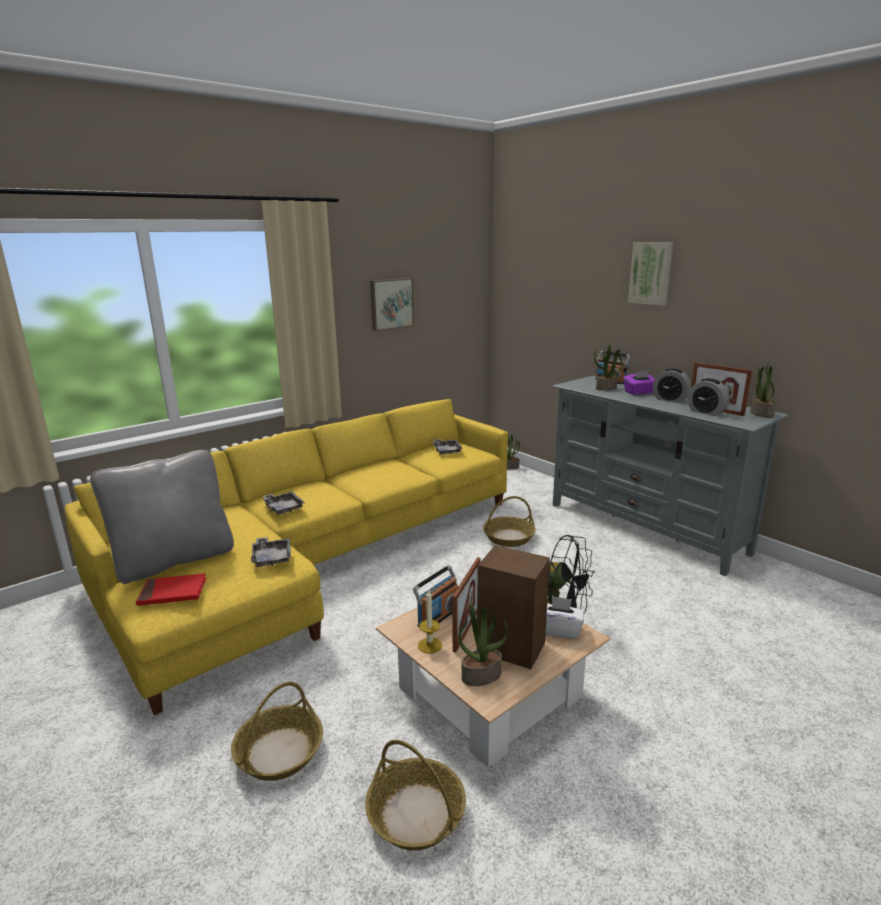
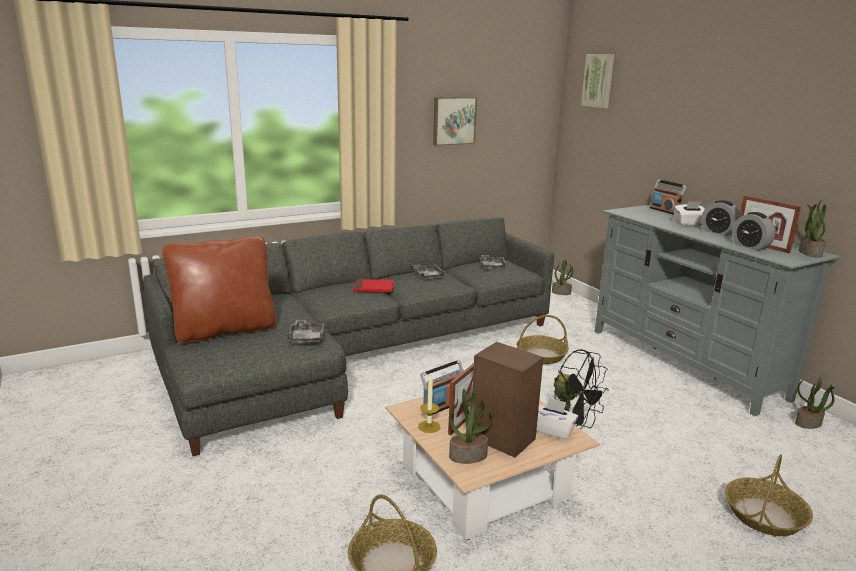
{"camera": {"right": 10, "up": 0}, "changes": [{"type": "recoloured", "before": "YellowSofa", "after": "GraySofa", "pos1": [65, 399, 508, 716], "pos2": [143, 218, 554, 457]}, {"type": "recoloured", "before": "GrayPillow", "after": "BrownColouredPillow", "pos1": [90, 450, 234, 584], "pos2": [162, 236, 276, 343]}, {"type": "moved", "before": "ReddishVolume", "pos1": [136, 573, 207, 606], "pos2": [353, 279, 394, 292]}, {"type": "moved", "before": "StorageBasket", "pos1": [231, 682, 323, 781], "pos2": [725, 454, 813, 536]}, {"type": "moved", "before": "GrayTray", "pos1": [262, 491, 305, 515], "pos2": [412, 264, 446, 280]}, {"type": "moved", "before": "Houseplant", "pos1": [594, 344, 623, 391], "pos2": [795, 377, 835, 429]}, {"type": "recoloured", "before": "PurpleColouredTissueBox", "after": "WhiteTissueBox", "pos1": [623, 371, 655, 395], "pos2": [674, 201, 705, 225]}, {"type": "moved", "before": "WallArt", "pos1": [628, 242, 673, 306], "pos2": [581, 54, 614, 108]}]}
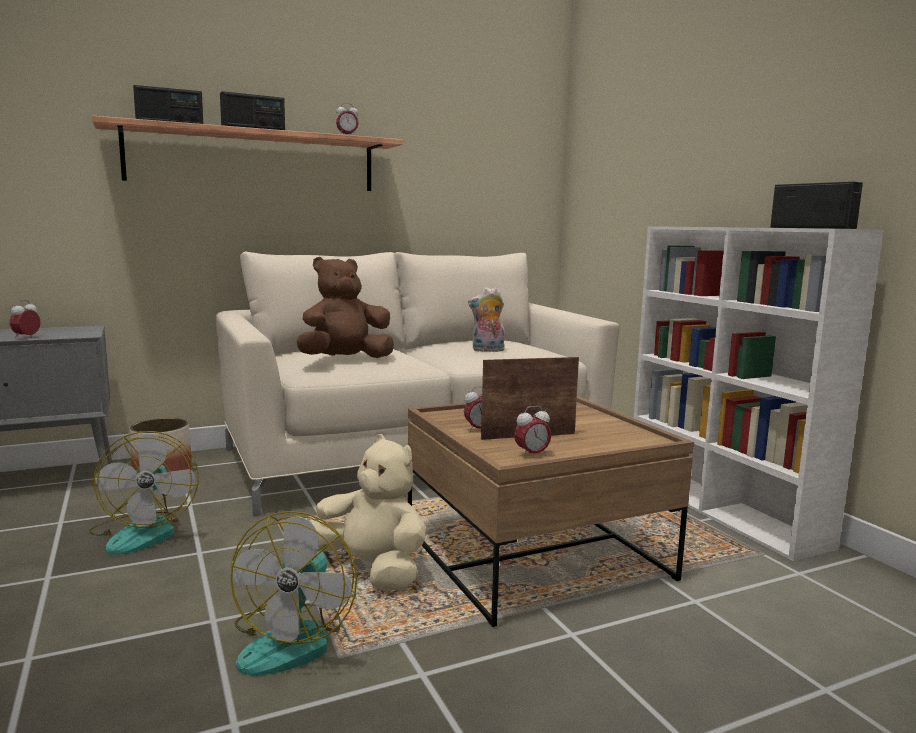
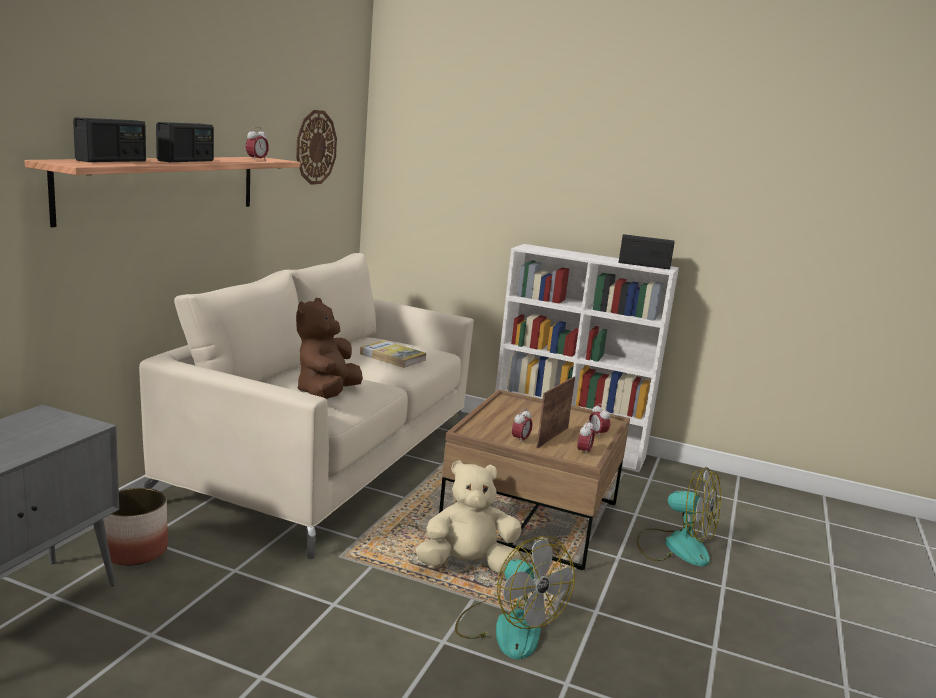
{"camera": {"right": -45, "up": 5}, "changes": [{"type": "moved", "before": "AlarmClock", "pos1": [9, 300, 41, 339], "pos2": [589, 404, 610, 438]}, {"type": "moved", "before": "CoolingFan", "pos1": [89, 431, 199, 555], "pos2": [637, 467, 721, 566]}, {"type": "replaced", "before": "SoftToy", "after": "Volume", "pos1": [468, 287, 505, 352], "pos2": [360, 340, 427, 368]}, {"type": "added", "after": "HangingClock", "pos2": [296, 110, 337, 185]}]}
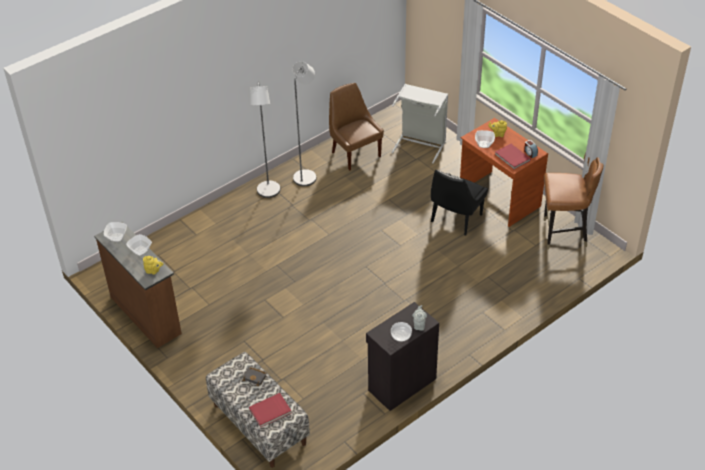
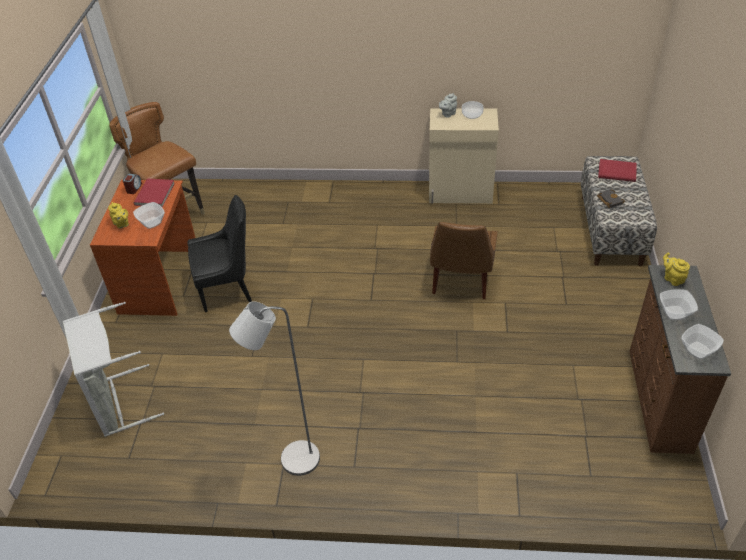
{"camera": {"right": -135, "up": 0}, "changes": [{"type": "removed", "before": "GrayStandardLamp", "pos1": [250, 81, 280, 198]}, {"type": "moved", "before": "BrownColouredPlainChair", "pos1": [329, 83, 384, 171], "pos2": [430, 222, 498, 300]}, {"type": "recoloured", "before": "BlackColouredStorageCabinet", "after": "SandColouredStorageCabinet", "pos1": [366, 302, 439, 411], "pos2": [429, 108, 499, 204]}]}
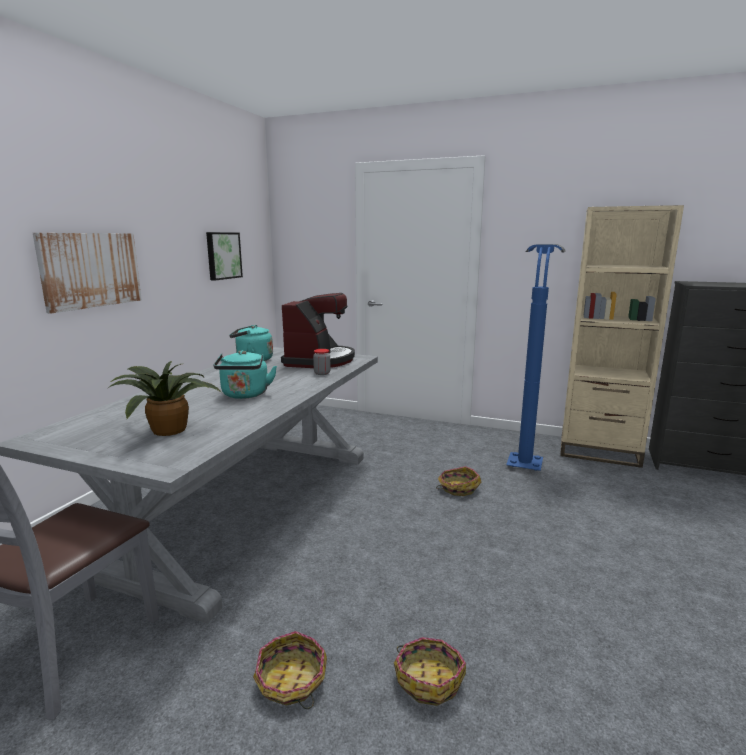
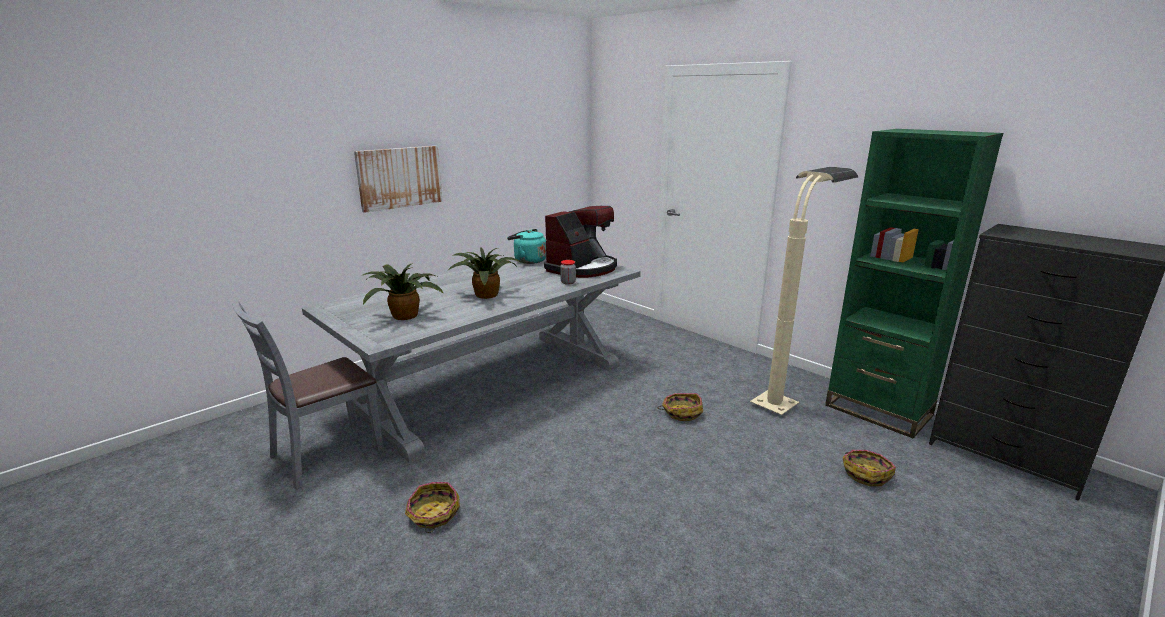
{"camera": {"right": 25, "up": 5}, "changes": [{"type": "removed", "before": "WallArt", "pos1": [206, 232, 243, 280]}, {"type": "replaced", "before": "BlueGreenTeaKettle", "after": "Houseplant", "pos1": [214, 350, 277, 399], "pos2": [448, 247, 520, 299]}, {"type": "moved", "before": "StorageBasket", "pos1": [394, 637, 466, 706], "pos2": [842, 450, 896, 486]}, {"type": "recoloured", "before": "BlueColouredStandardLamp", "after": "SandColouredStandardLamp", "pos1": [506, 244, 565, 471], "pos2": [750, 167, 858, 415]}, {"type": "recoloured", "before": "SandColouredShelvingUnit", "after": "GreenColouredShelvingUnit", "pos1": [560, 205, 684, 468], "pos2": [825, 129, 1003, 438]}]}
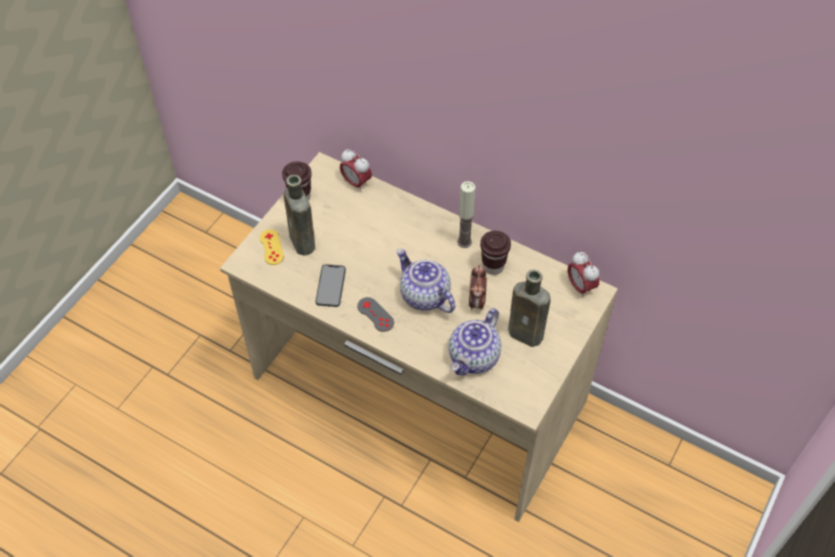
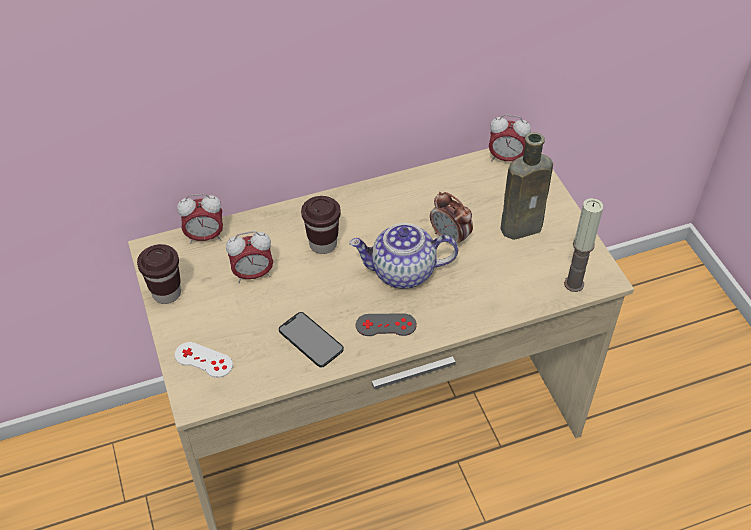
{"camera": {"right": -50, "up": -5}, "changes": [{"type": "recoloured", "before": "YellowJoypad", "after": "WhiteJoypad", "pos1": [260, 229, 284, 265], "pos2": [175, 342, 233, 378]}, {"type": "removed", "before": "BrownColouredBottle", "pos1": [283, 175, 315, 255]}, {"type": "removed", "before": "Teapot", "pos1": [449, 308, 501, 375]}, {"type": "moved", "before": "WaxCandle", "pos1": [457, 181, 475, 248], "pos2": [564, 198, 603, 292]}, {"type": "moved", "before": "BrownColouredDrinkingCup", "pos1": [480, 231, 511, 275], "pos2": [301, 196, 341, 254]}, {"type": "added", "after": "AlarmClock", "pos2": [226, 231, 273, 283]}]}
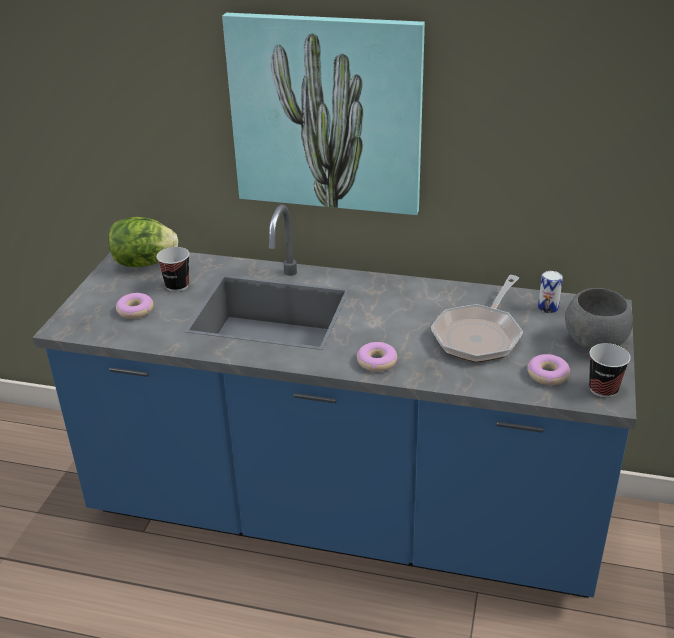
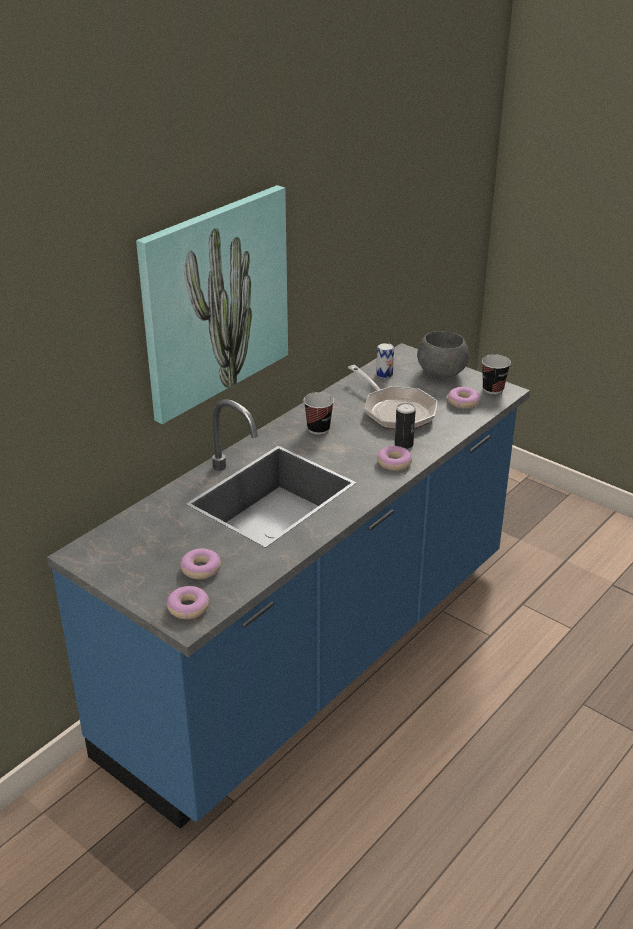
{"camera": {"right": -65, "up": 0}, "changes": [{"type": "removed", "before": "LettuceHead", "pos1": [109, 217, 178, 267]}, {"type": "moved", "before": "DrinkingCup", "pos1": [157, 247, 190, 292], "pos2": [303, 392, 334, 434]}, {"type": "added", "after": "Doughnut", "pos2": [166, 586, 210, 619]}, {"type": "added", "after": "MetalCan", "pos2": [395, 403, 416, 449]}]}
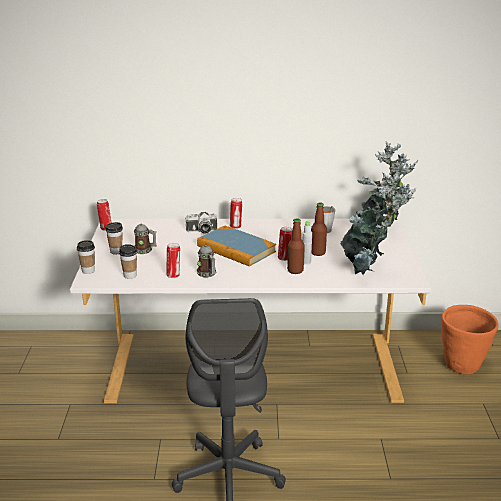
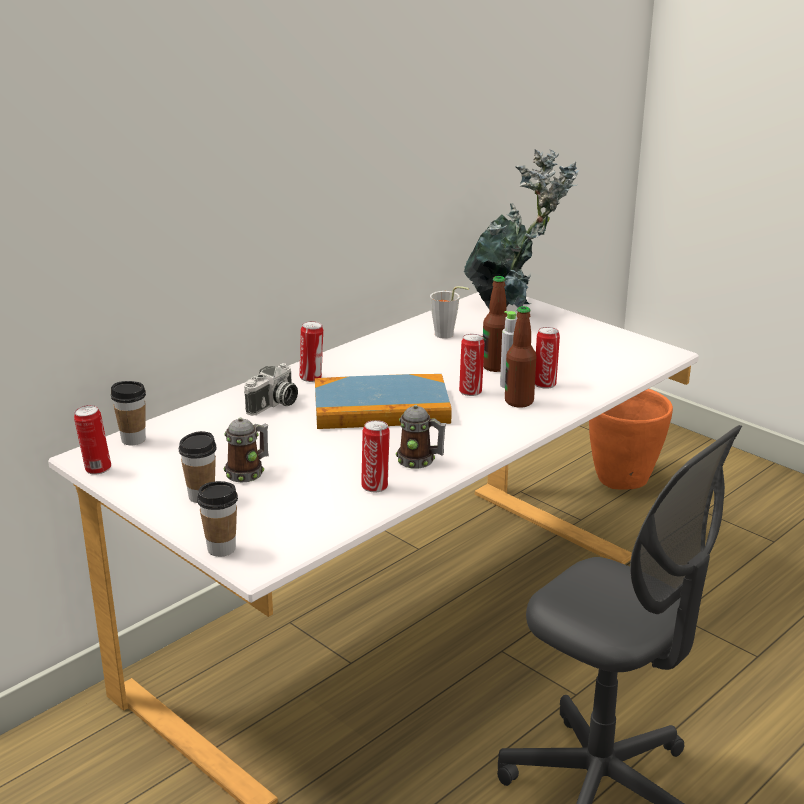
{"camera": {"right": -45, "up": 0}, "changes": [{"type": "moved", "before": "DrinkingCup", "pos1": [119, 244, 137, 279], "pos2": [111, 381, 146, 445]}, {"type": "removed", "before": "Houseplant", "pos1": [340, 173, 416, 275]}, {"type": "added", "after": "MetalCan", "pos2": [535, 327, 560, 389]}]}
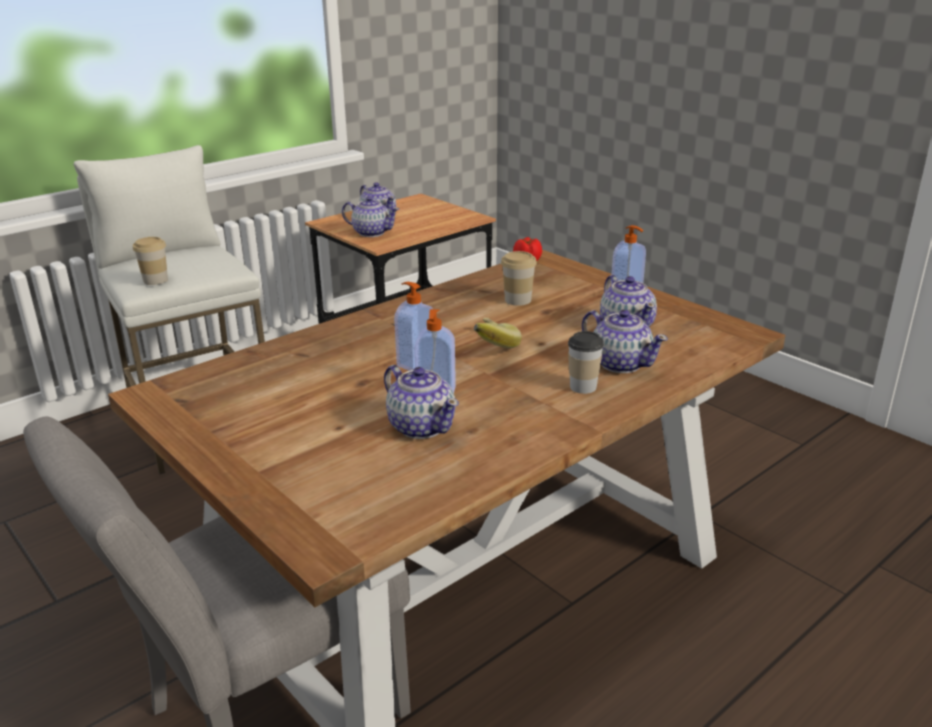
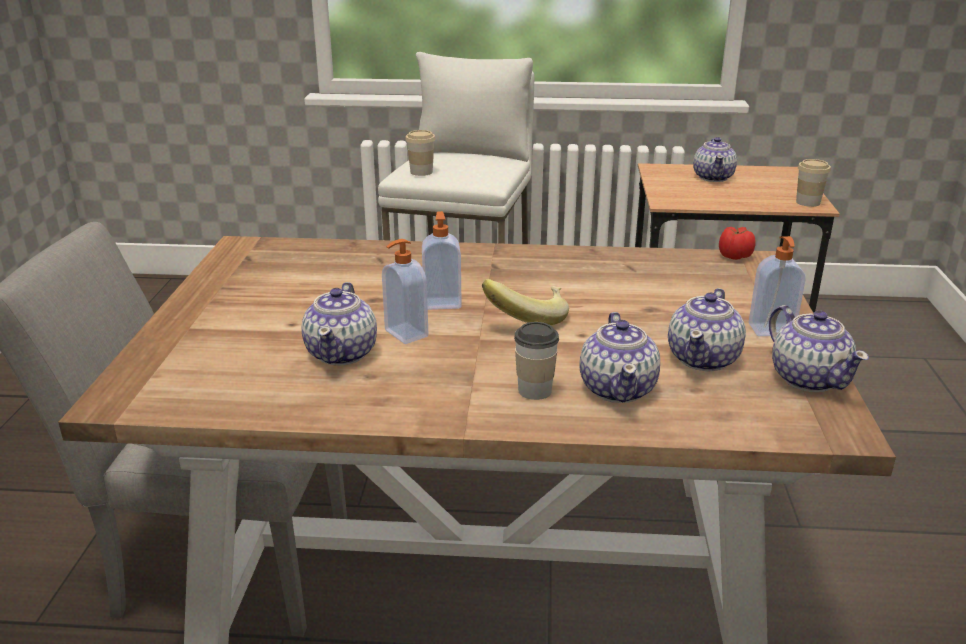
{"camera": {"right": 45, "up": 0}, "changes": [{"type": "moved", "before": "Teapot", "pos1": [342, 196, 399, 237], "pos2": [769, 305, 869, 392]}, {"type": "moved", "before": "DrinkingCup", "pos1": [501, 251, 537, 306], "pos2": [796, 159, 831, 207]}]}
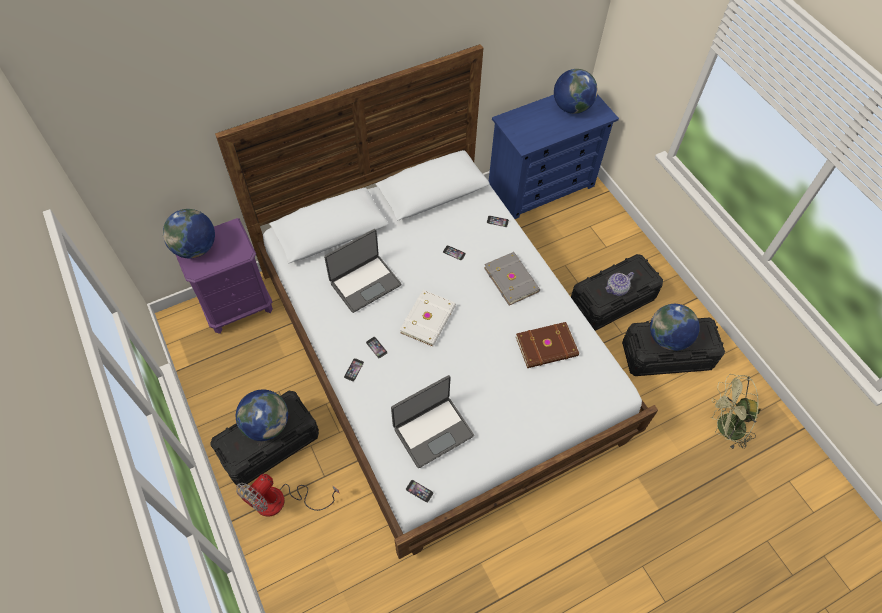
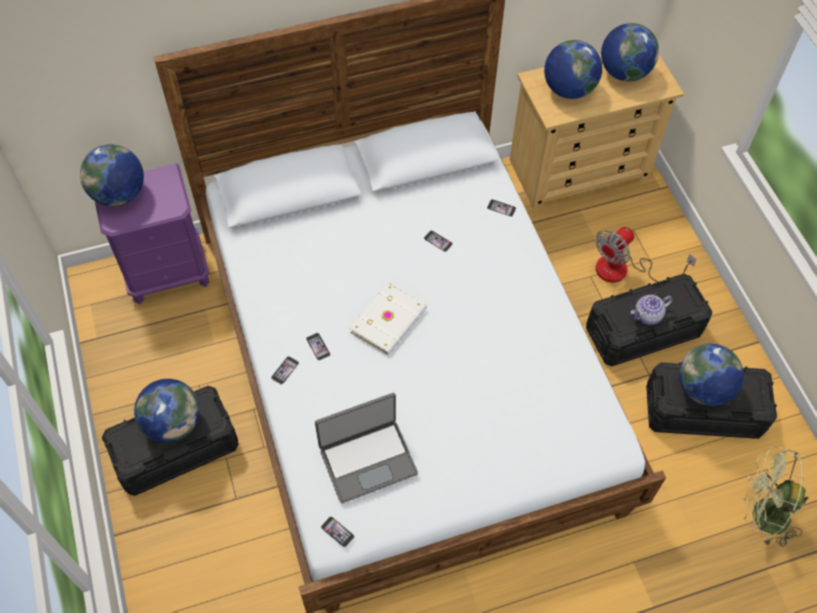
{"camera": {"right": 10, "up": 0}, "changes": [{"type": "moved", "before": "CoolingFan", "pos1": [236, 474, 340, 517], "pos2": [595, 227, 697, 282]}, {"type": "removed", "before": "NotebookComputer", "pos1": [324, 229, 402, 313]}, {"type": "removed", "before": "GrayVolume", "pos1": [484, 252, 540, 306]}, {"type": "recoloured", "before": "BlueColouredChestOfDrawers", "after": "SandColouredChestOfDrawers", "pos1": [489, 94, 619, 219], "pos2": [510, 54, 684, 209]}, {"type": "removed", "before": "BrownColouredVolume", "pos1": [516, 322, 579, 368]}, {"type": "added", "after": "DeskGlobe", "pos2": [544, 40, 602, 99]}]}
